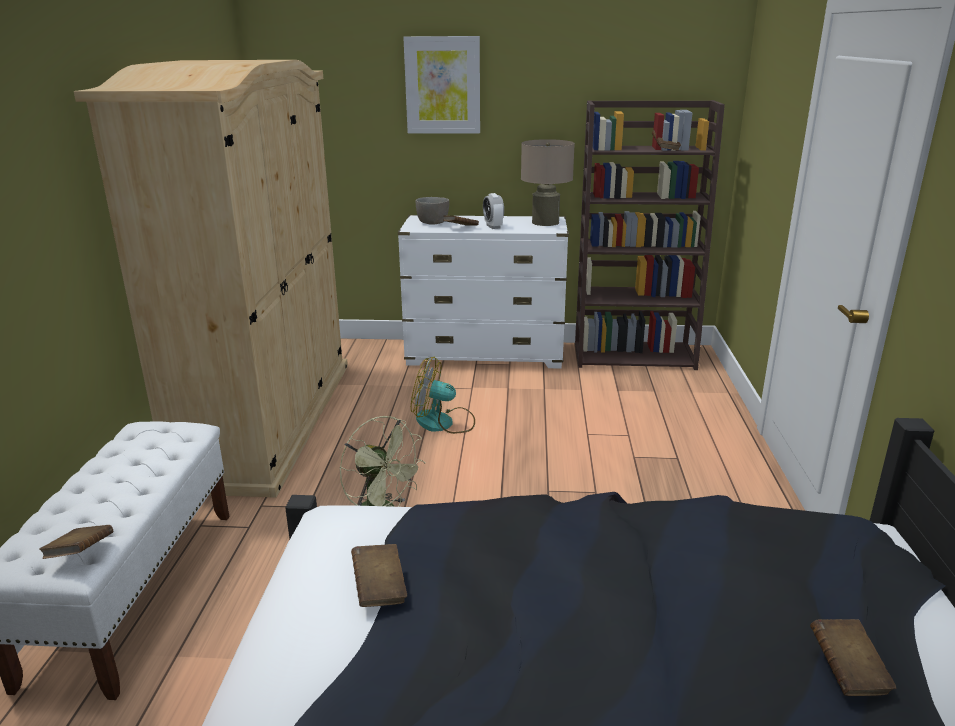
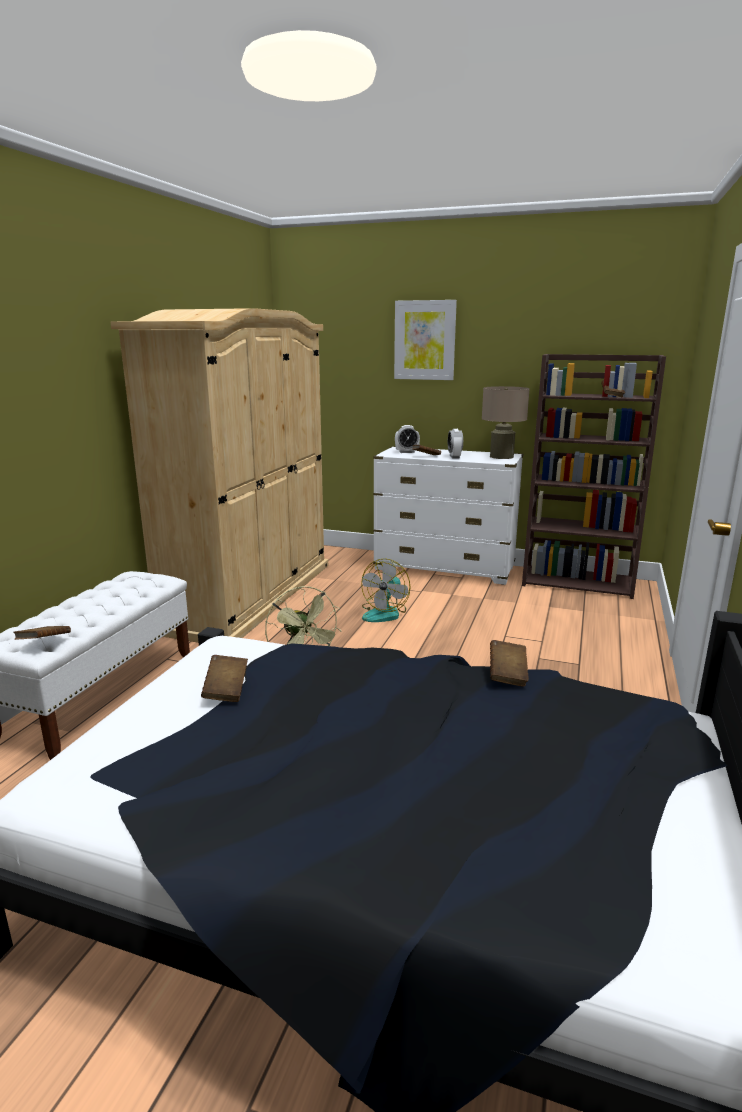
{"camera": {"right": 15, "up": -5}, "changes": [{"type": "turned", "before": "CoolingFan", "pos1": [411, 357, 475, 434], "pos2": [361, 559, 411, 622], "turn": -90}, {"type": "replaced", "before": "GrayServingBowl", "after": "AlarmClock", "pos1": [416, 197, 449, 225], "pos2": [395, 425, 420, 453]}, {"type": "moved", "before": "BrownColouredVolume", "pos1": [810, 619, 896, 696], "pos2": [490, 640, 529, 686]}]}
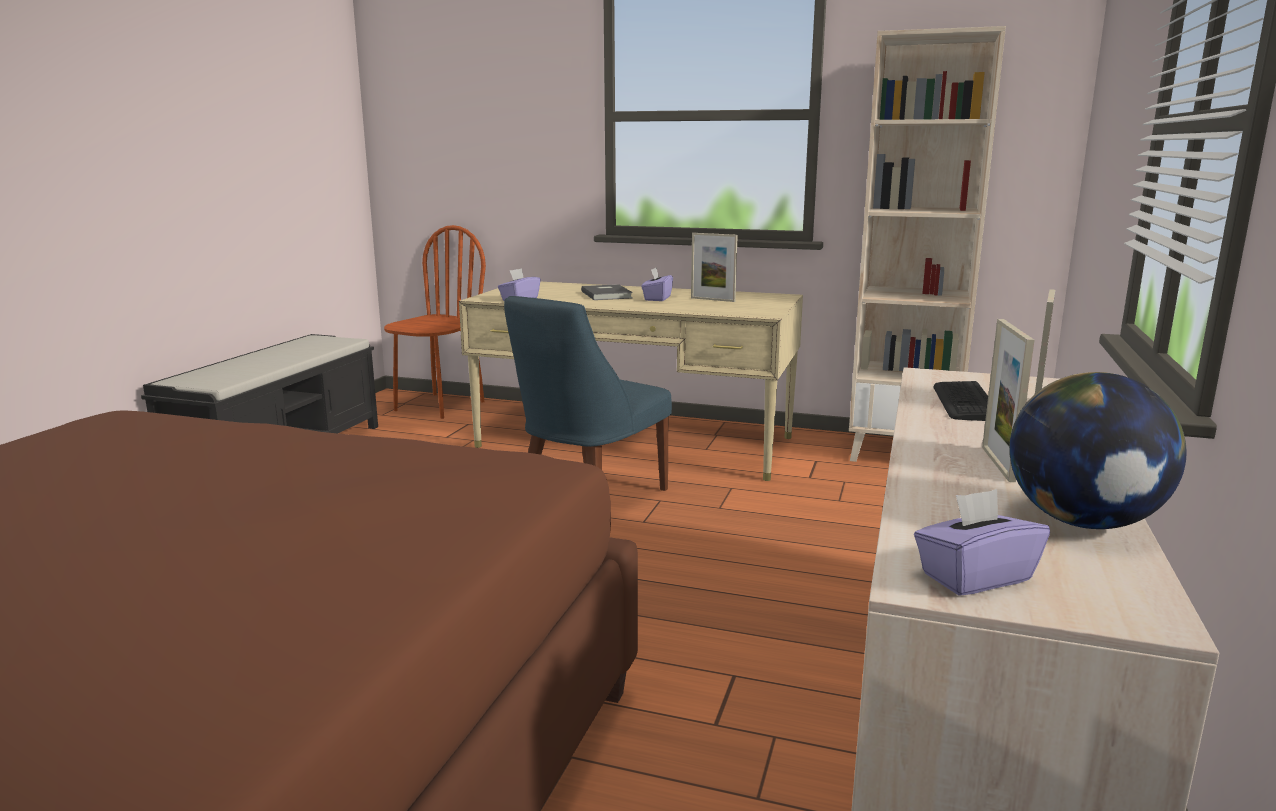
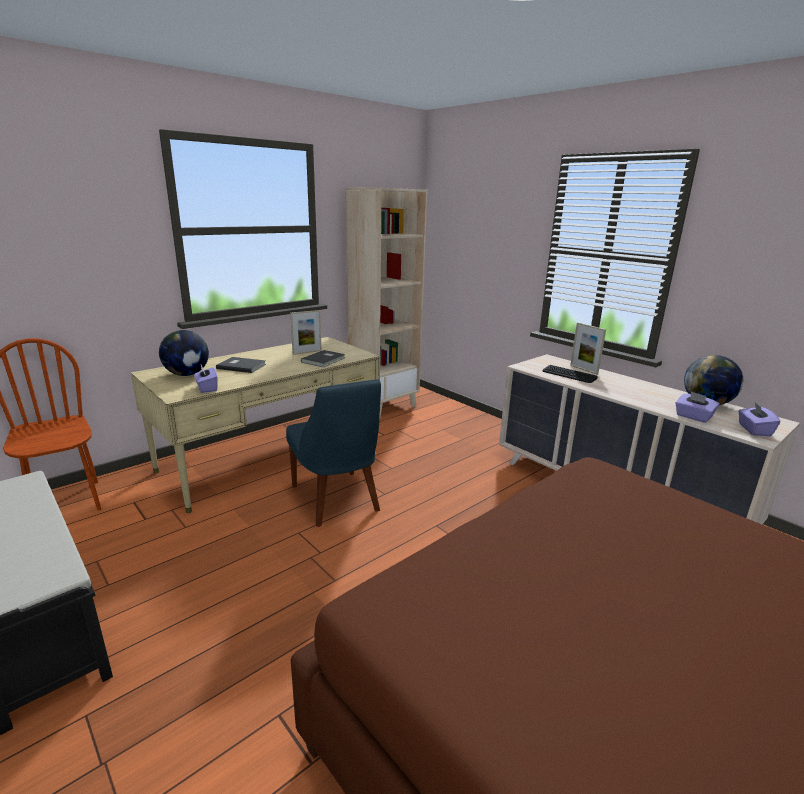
{"camera": {"right": -60, "up": 5}, "changes": [{"type": "moved", "before": "PurpleColouredTissueBox", "pos1": [641, 268, 673, 301], "pos2": [676, 392, 719, 423]}, {"type": "removed", "before": "StandingFrame", "pos1": [982, 319, 1034, 482]}, {"type": "added", "after": "DeskGlobe", "pos2": [159, 330, 209, 376]}, {"type": "added", "after": "GrayVolume", "pos2": [301, 350, 345, 367]}]}
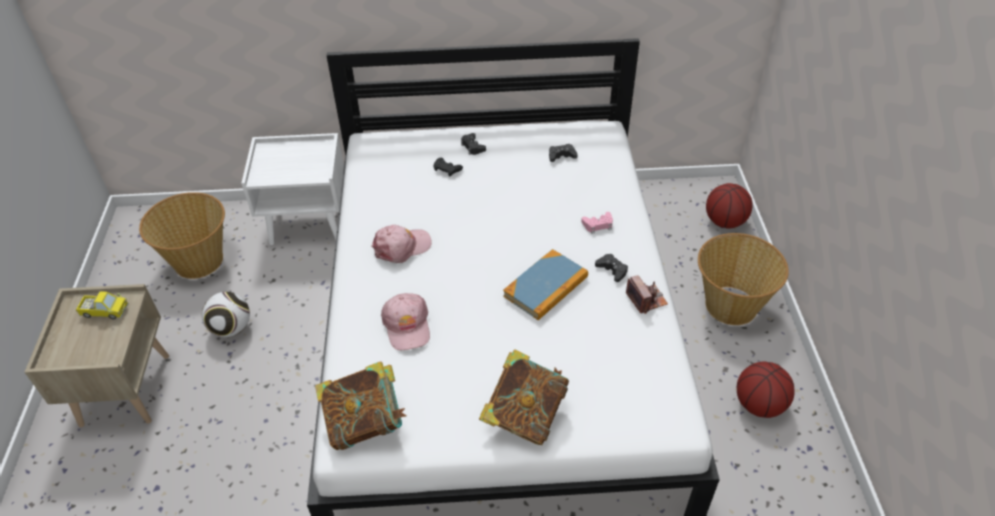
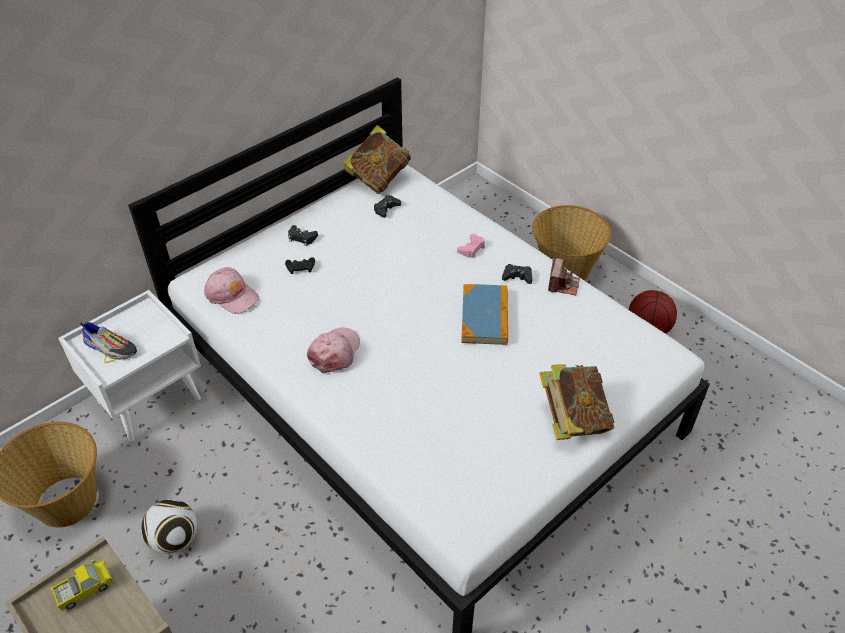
{"camera": {"right": -40, "up": 0}, "changes": [{"type": "moved", "before": "Volume", "pos1": [315, 361, 407, 450], "pos2": [343, 125, 411, 194]}, {"type": "moved", "before": "PinkColouredCap", "pos1": [381, 293, 430, 350], "pos2": [204, 267, 259, 314]}, {"type": "turned", "before": "PhotoCamera", "pos1": [626, 275, 668, 314], "pos2": [548, 258, 580, 295], "turn": 75}, {"type": "removed", "before": "BallForBasketball", "pos1": [706, 183, 753, 229]}, {"type": "added", "after": "ItemOfFootwear", "pos2": [80, 322, 137, 363]}]}
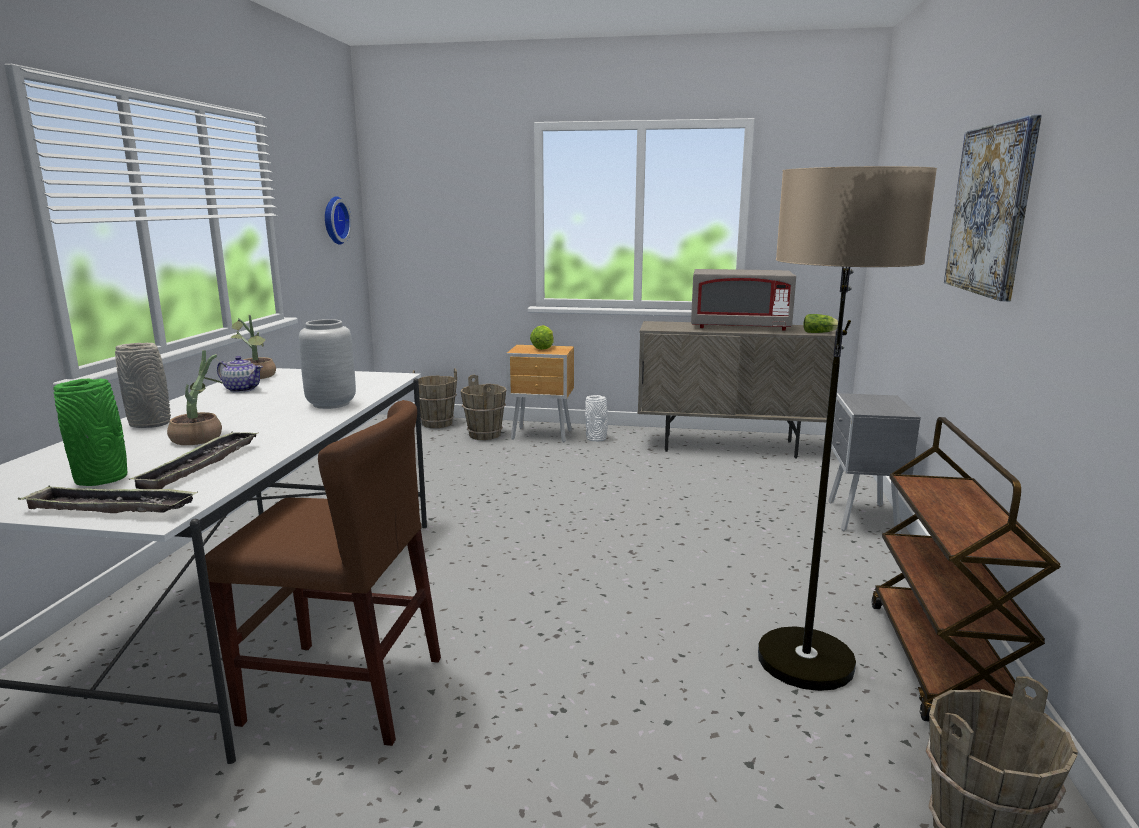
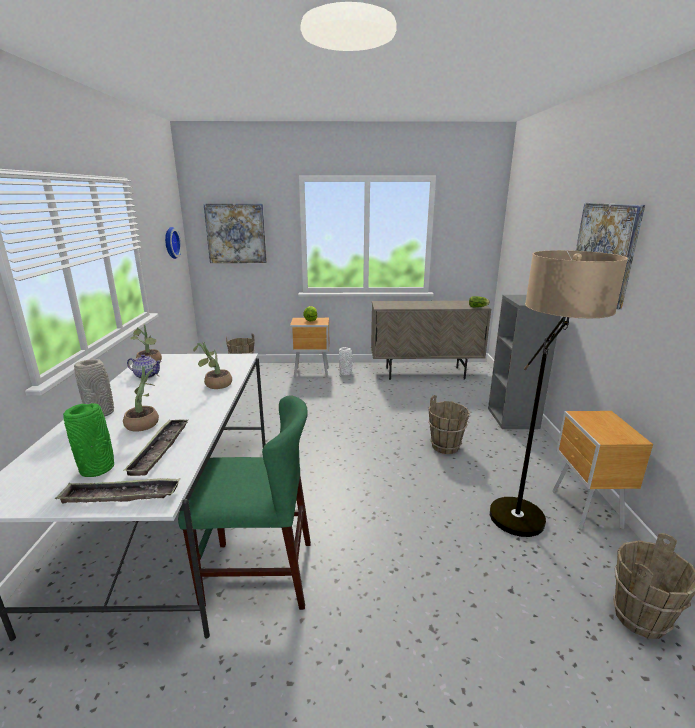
{"camera": {"right": -10, "up": 5}, "changes": [{"type": "recoloured", "before": "BrownColouredPlainChair", "after": "GreenColouredPlainChair", "pos1": [205, 400, 441, 746], "pos2": [178, 395, 311, 610]}, {"type": "replaced", "before": "GrayVase", "after": "Houseplant", "pos1": [299, 319, 356, 409], "pos2": [193, 342, 232, 389]}, {"type": "moved", "before": "BrownColouredPail", "pos1": [460, 375, 506, 440], "pos2": [428, 395, 470, 454]}, {"type": "removed", "before": "GrayMicrowaveOven", "pos1": [691, 269, 796, 331]}, {"type": "replaced", "before": "GrayBedsideTable", "after": "GrayShelvingUnit", "pos1": [828, 393, 921, 534], "pos2": [488, 295, 561, 429]}, {"type": "replaced", "before": "BrownColouredTrolley", "after": "BrownColouredBedsideTable", "pos1": [872, 417, 1061, 722], "pos2": [552, 411, 653, 530]}, {"type": "added", "after": "WallArt", "pos2": [204, 204, 267, 263]}]}
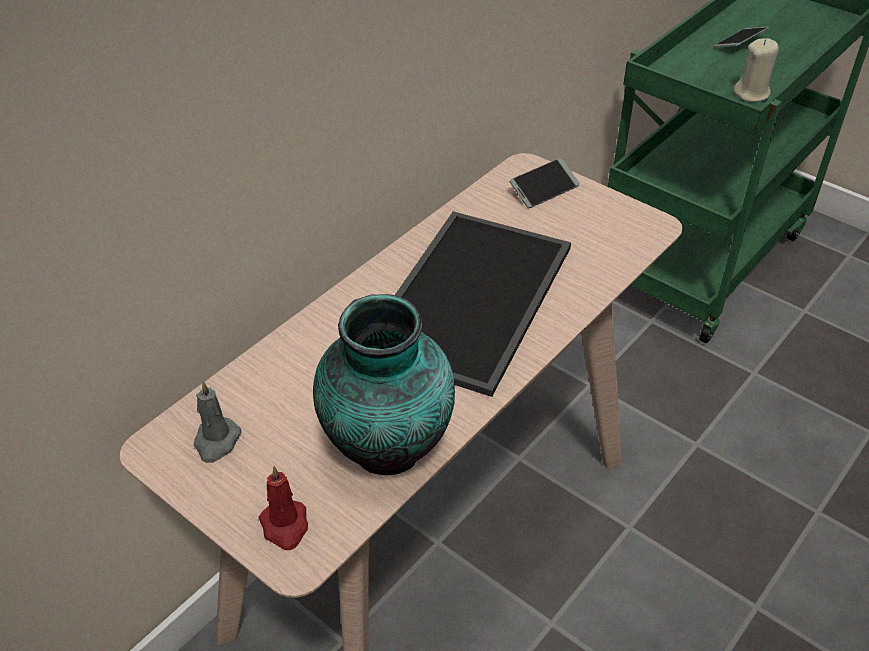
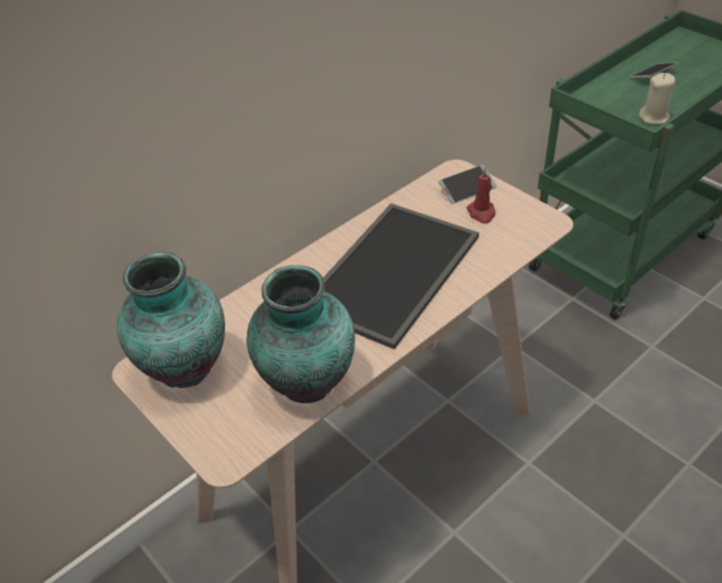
{"camera": {"right": 10, "up": 0}, "changes": [{"type": "replaced", "before": "GrayWaxCandle", "after": "Vase", "pos1": [194, 381, 242, 463], "pos2": [117, 252, 225, 388]}, {"type": "moved", "before": "ReddishWaxCandle", "pos1": [259, 466, 308, 550], "pos2": [466, 168, 496, 224]}]}
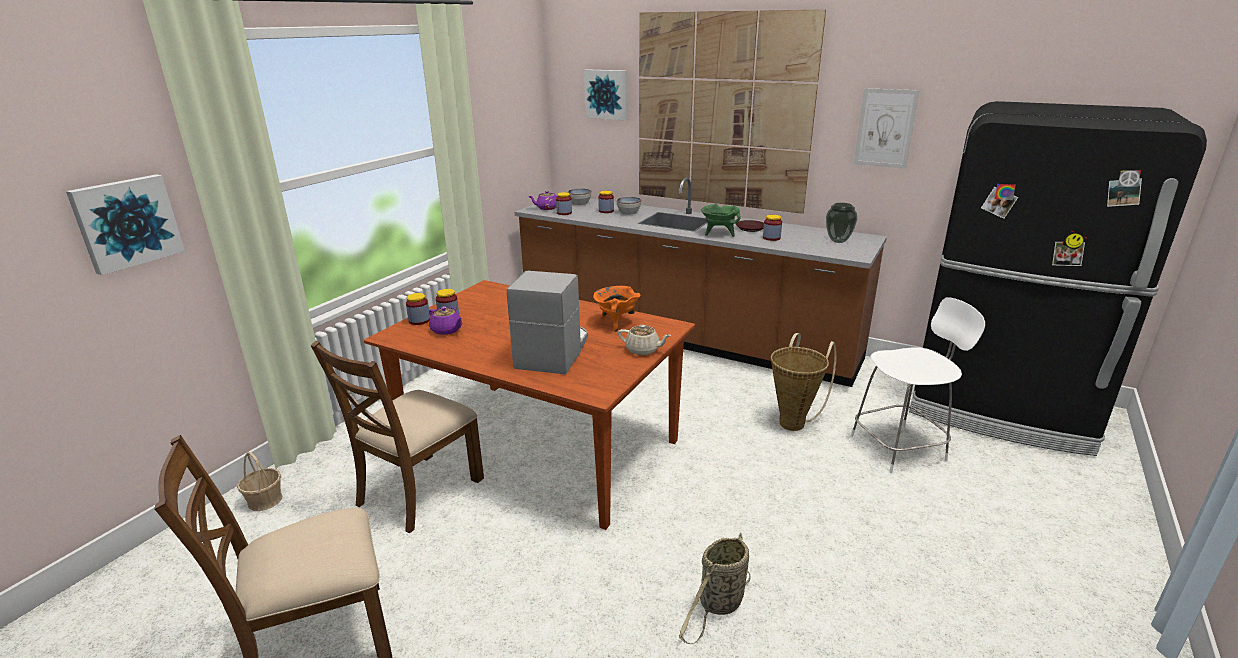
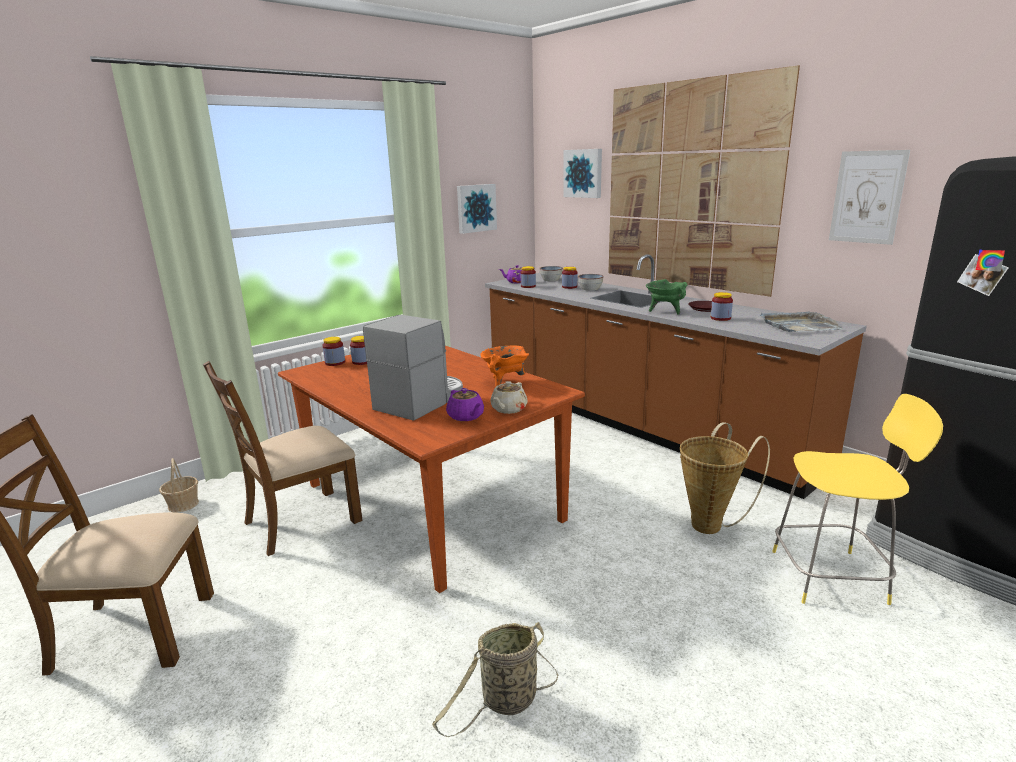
{"camera": {"right": 20, "up": -5}, "changes": [{"type": "moved", "before": "WallArt", "pos1": [66, 174, 185, 275], "pos2": [457, 184, 497, 234]}, {"type": "moved", "before": "PurpleColouredTeapot", "pos1": [429, 306, 462, 335], "pos2": [446, 388, 484, 421]}, {"type": "turned", "before": "SandColouredTeapot", "pos1": [618, 325, 671, 355], "pos2": [490, 381, 528, 414], "turn": 75}, {"type": "replaced", "before": "Vase", "after": "GrayTray", "pos1": [826, 203, 857, 243], "pos2": [760, 311, 844, 332]}, {"type": "recoloured", "before": "WhiteStool", "after": "YellowStool", "pos1": [851, 297, 985, 473], "pos2": [772, 394, 943, 605]}]}
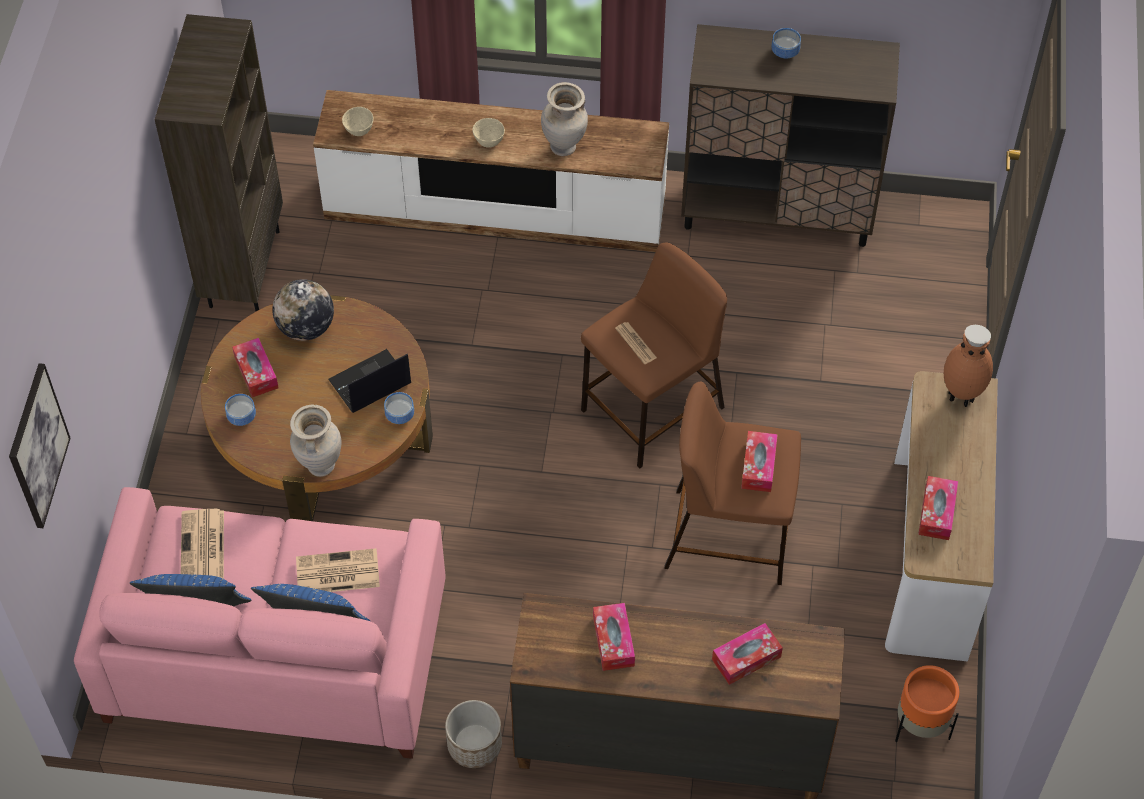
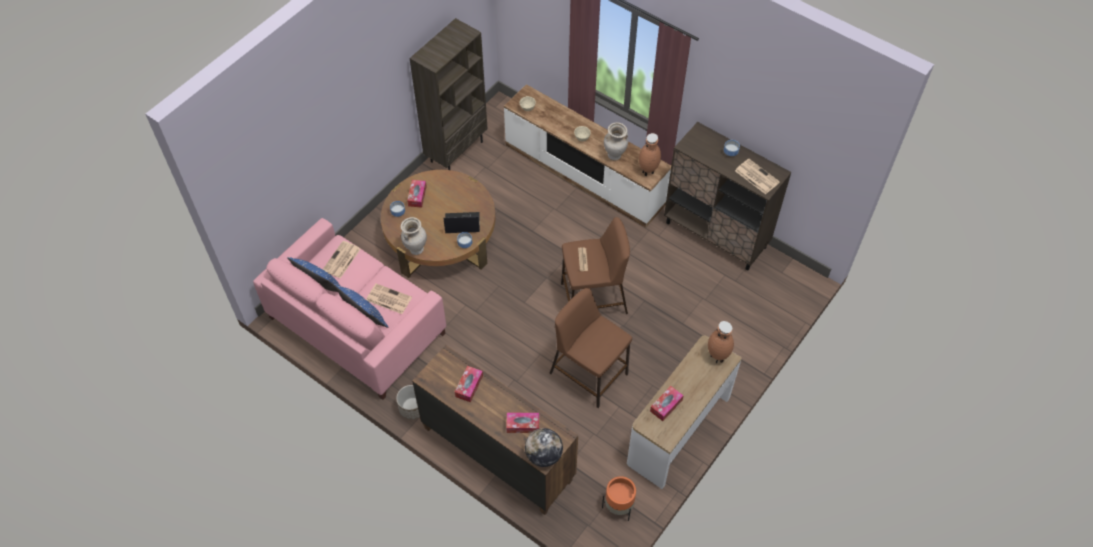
{"camera": {"right": 30, "up": 0}, "changes": [{"type": "removed", "before": "WallArt", "pos1": [9, 363, 71, 528]}, {"type": "moved", "before": "DeskGlobe", "pos1": [272, 279, 334, 341], "pos2": [525, 428, 563, 467]}, {"type": "removed", "before": "TissueBox", "pos1": [741, 431, 778, 492]}, {"type": "added", "after": "BrownColouredVase", "pos2": [639, 133, 661, 177]}, {"type": "added", "after": "DailyPaper", "pos2": [735, 159, 780, 194]}]}
